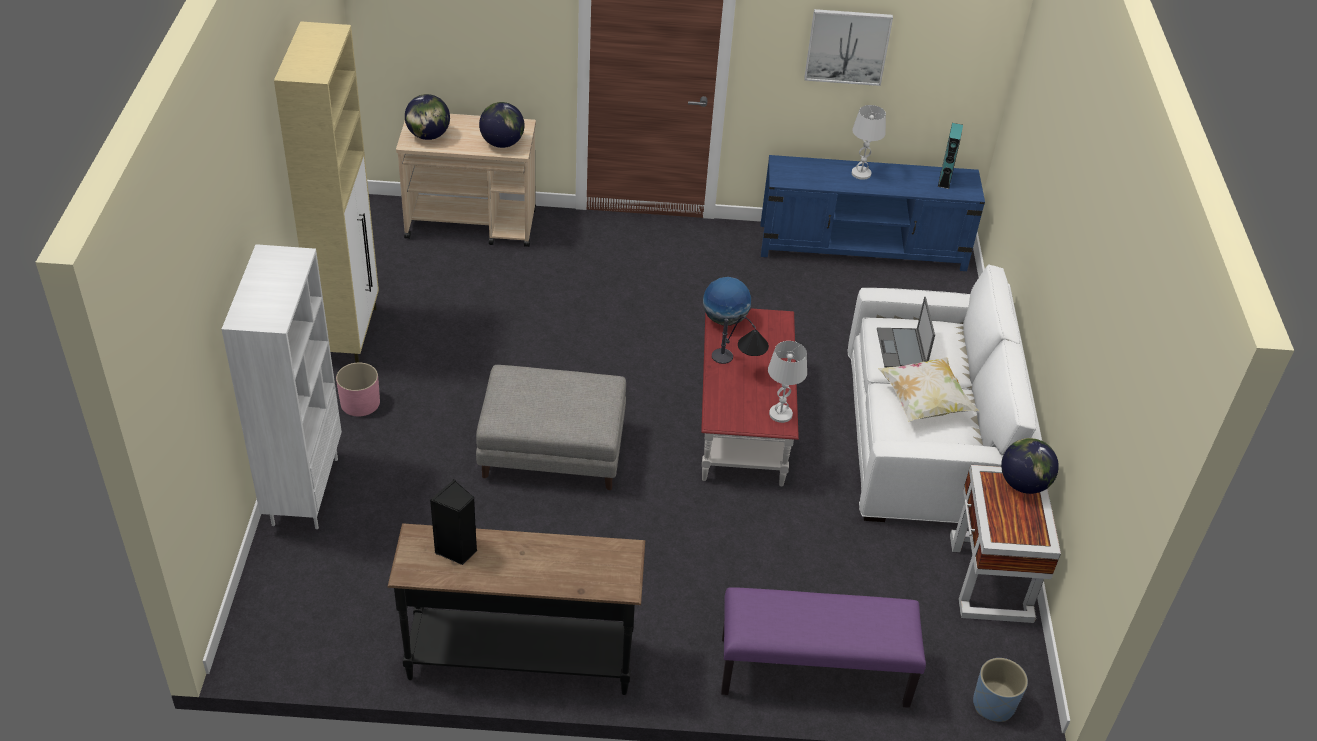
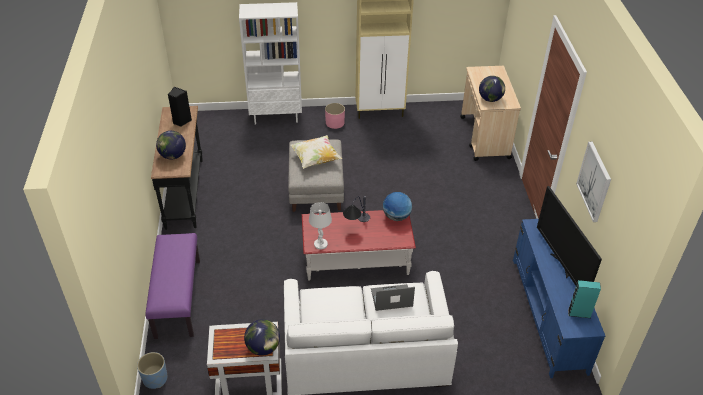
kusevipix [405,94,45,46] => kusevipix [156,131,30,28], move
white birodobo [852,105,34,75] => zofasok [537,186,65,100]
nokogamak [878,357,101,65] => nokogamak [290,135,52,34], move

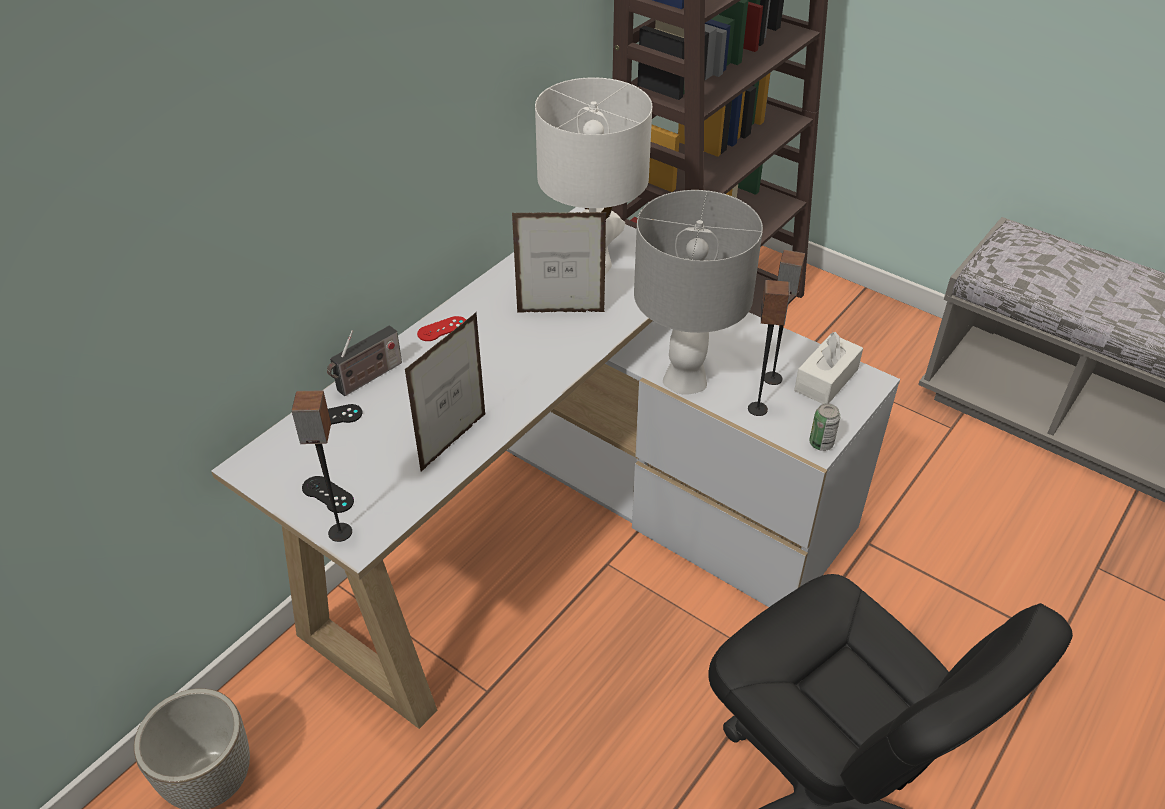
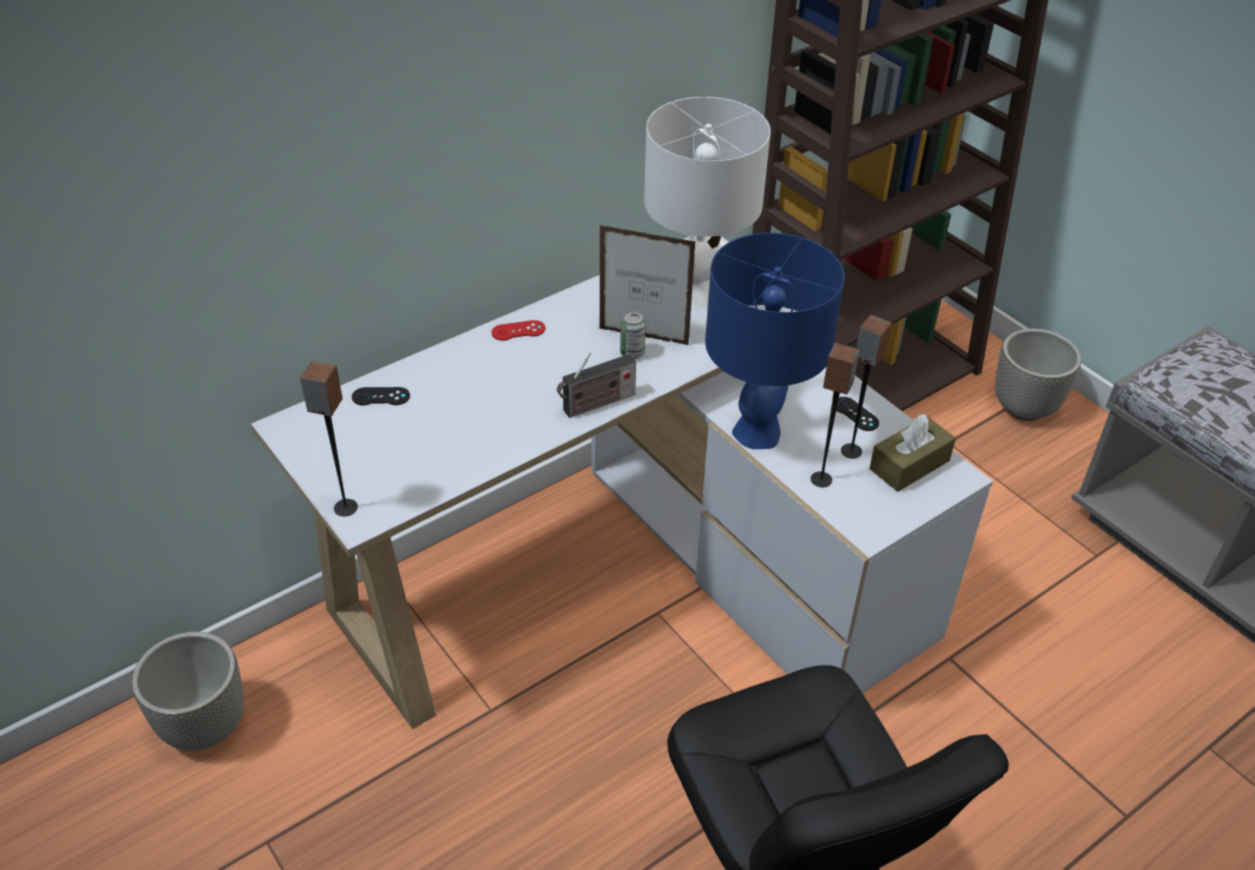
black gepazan [302,476,52,37] => black gepazan [836,397,43,34], move
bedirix [327,326,75,70] => bedirix [557,353,79,65], move
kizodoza [405,312,81,160] => nothing
grey birodobo [634,190,129,205] => blue birodobo [705,233,140,216]
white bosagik [794,332,69,72] => brown bosagik [869,414,87,78]
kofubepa [809,403,31,48] => kofubepa [620,311,26,49], move
nothing => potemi [995,328,87,93]

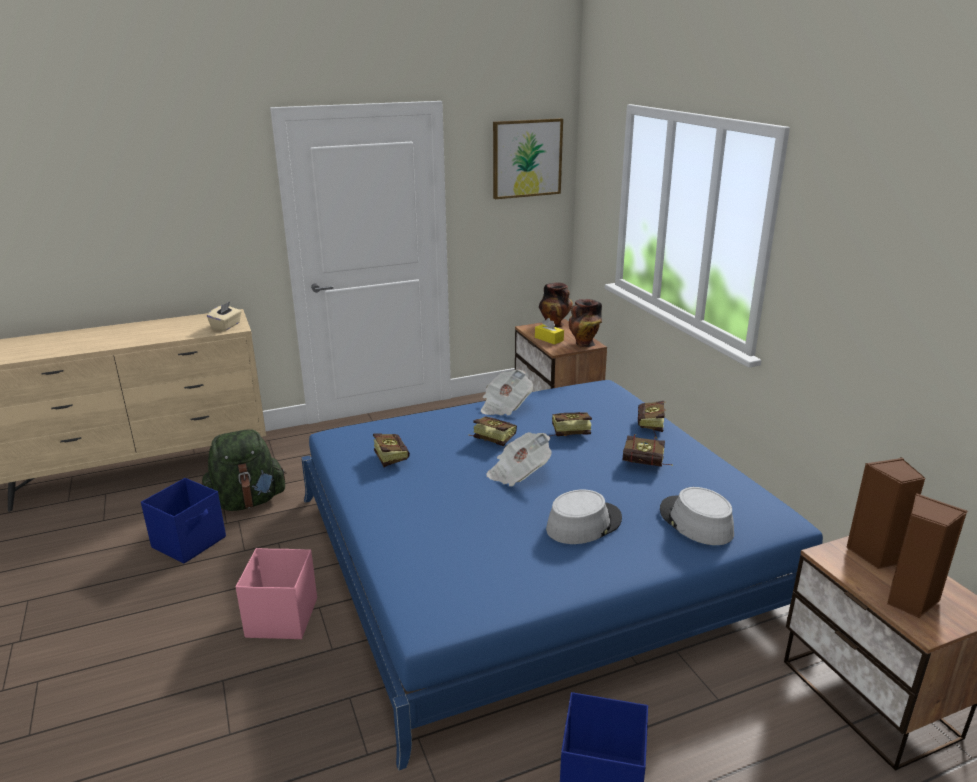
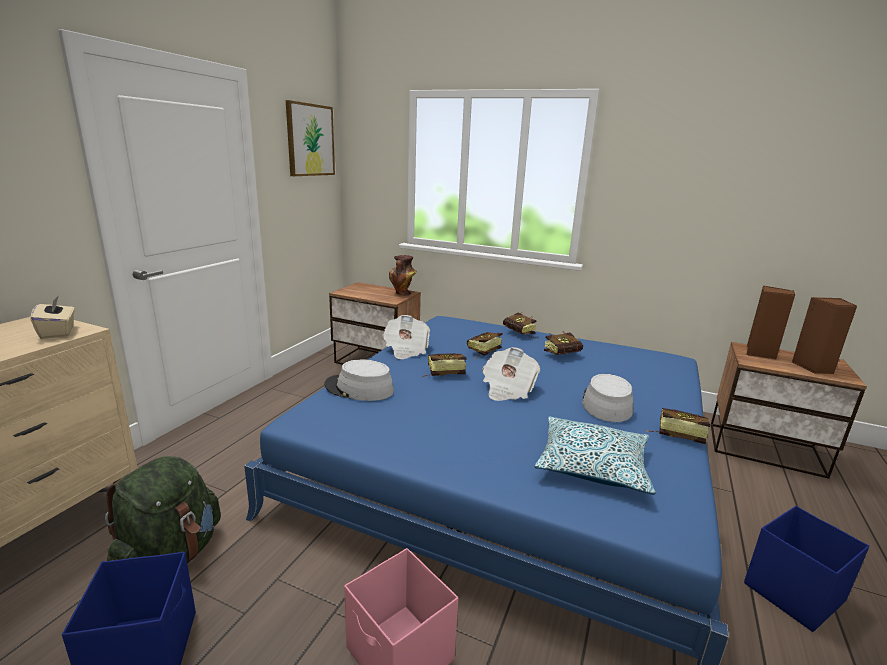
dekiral [373,434,37,33] => dekiral [647,408,63,36], move
yellow bosagik [535,318,29,27] => nothing
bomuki [539,283,34,44] => nothing
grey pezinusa [660,487,74,58] => grey pezinusa [324,359,70,42], move
nothing => nokogamak [534,416,121,79]

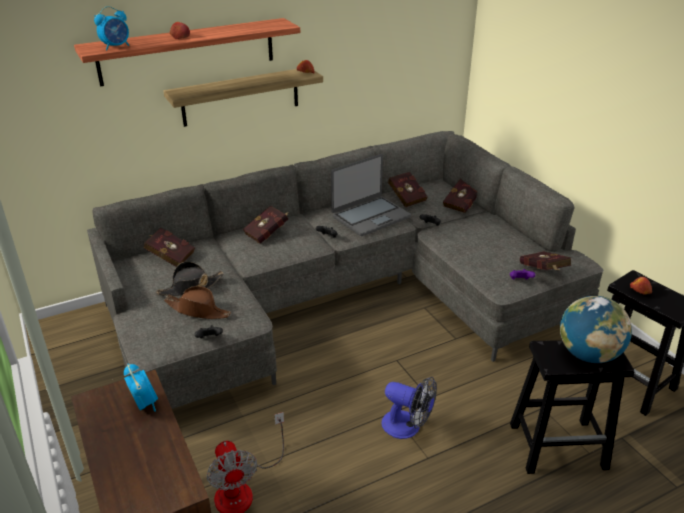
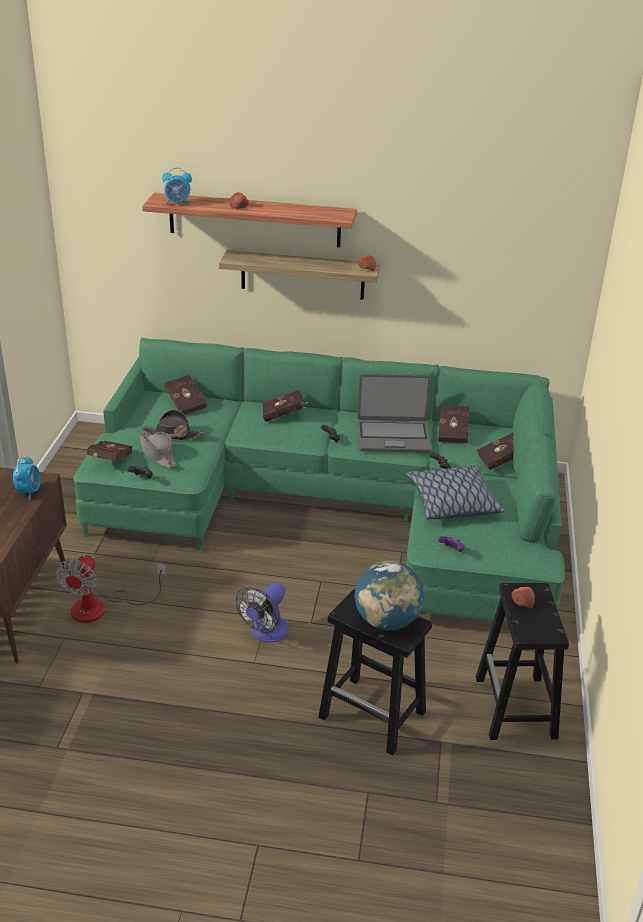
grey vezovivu [87,131,517,278] => green vezovivu [73,338,492,285]
brown pezinusa [164,286,67,33] => grey pezinusa [139,432,37,36]
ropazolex [382,377,55,62] => ropazolex [236,583,53,59], 60 degrees clockwise
red dekiral [520,251,51,19] => red dekiral [87,441,46,20], move
nothing => nokogamak [405,465,99,55]

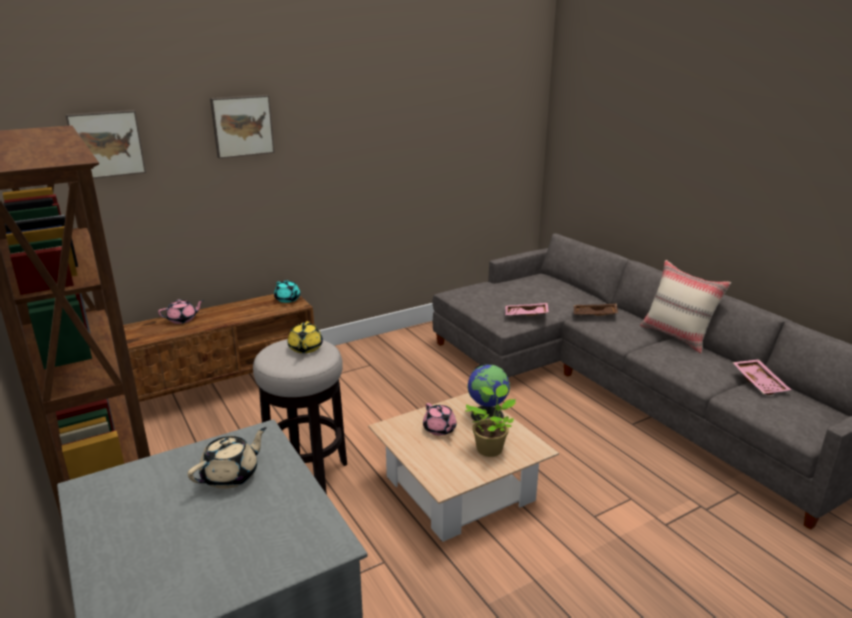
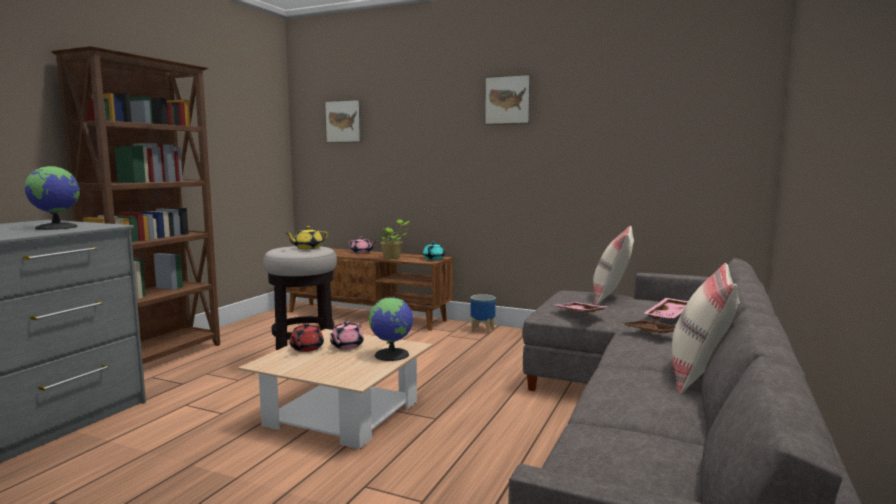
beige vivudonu [188,427,78,62] => kusevipix [25,166,55,64]
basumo [210,95,65,63] => basumo [484,74,48,51], move
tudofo [465,384,51,73] => tudofo [377,219,33,40], move
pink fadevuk [732,359,59,36] => pink fadevuk [644,298,44,21], move
nothing => red vivudonu [290,323,34,29]
nothing => potemi [470,294,26,40]
nothing => beige nokogamak [593,226,41,79]

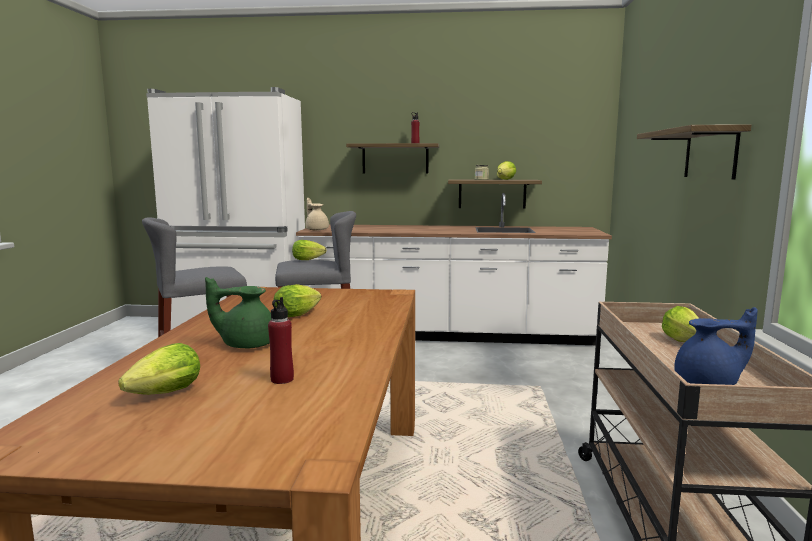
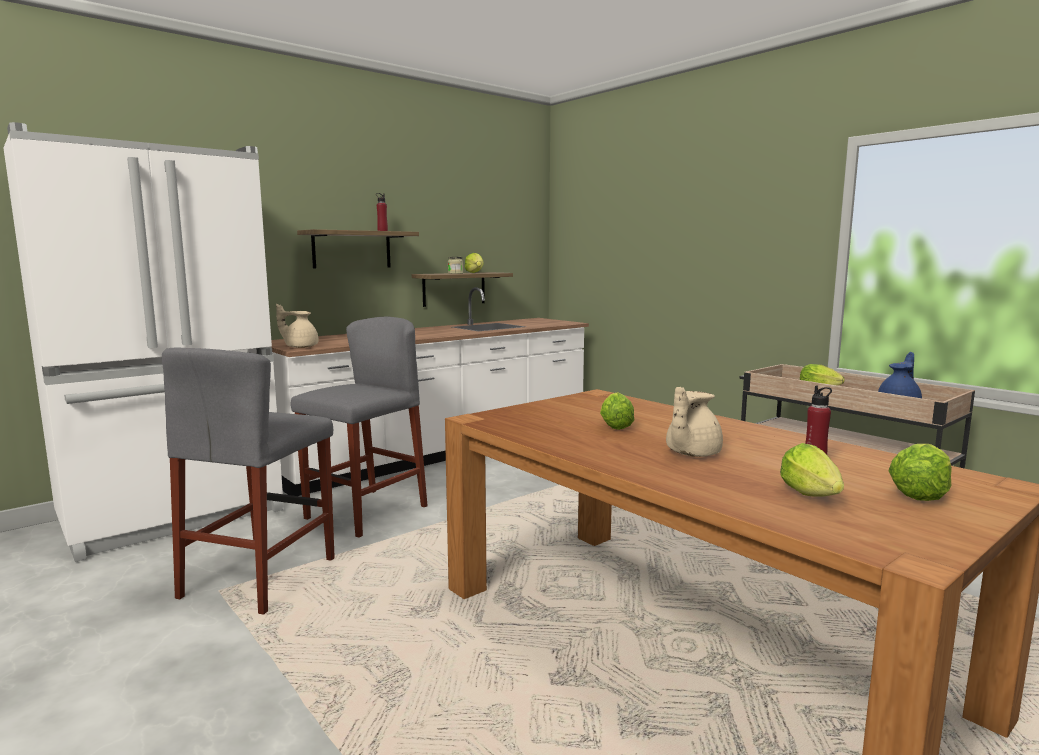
green vivudonu [205,277,66,71] => beige vivudonu [666,387,57,70]
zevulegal [292,240,34,20] => zevulegal [888,444,64,57], move
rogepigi [637,124,114,56] => nothing

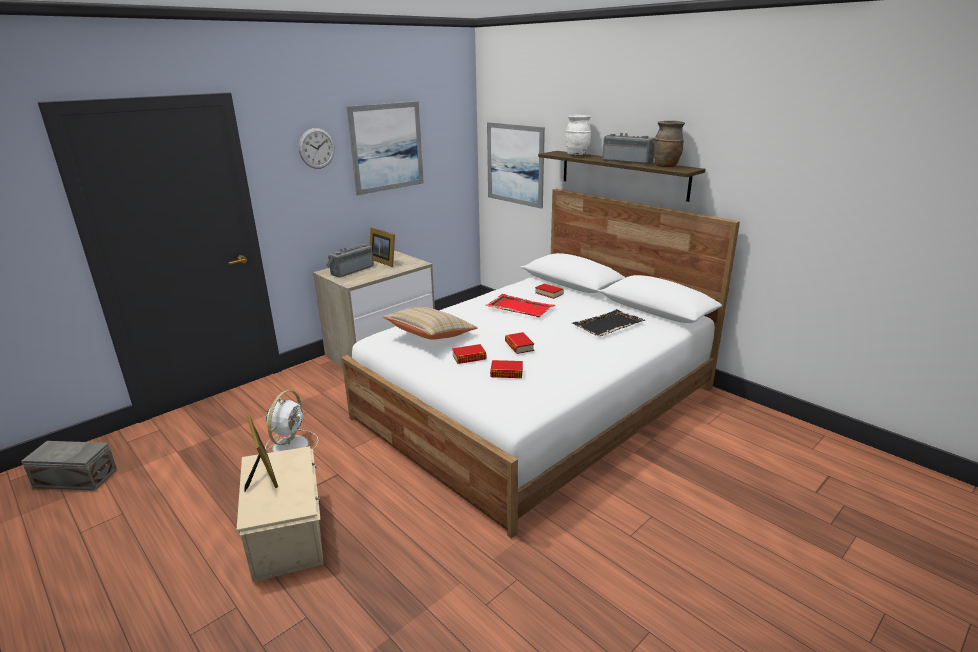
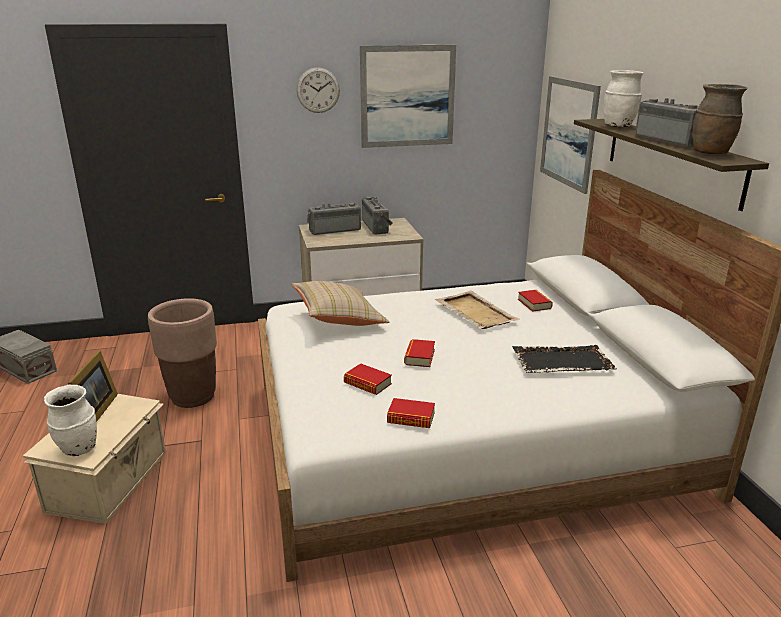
white ropazolex [265,390,54,62] => brown potemi [148,298,69,110]
kizodoza [370,228,25,39] => bedirix [362,197,31,37]
dekiral [452,344,35,20] => dekiral [387,398,48,30], move
red fadevuk [485,294,70,23] => beige fadevuk [435,291,85,38]
nothing => white bomuki [44,385,53,71]

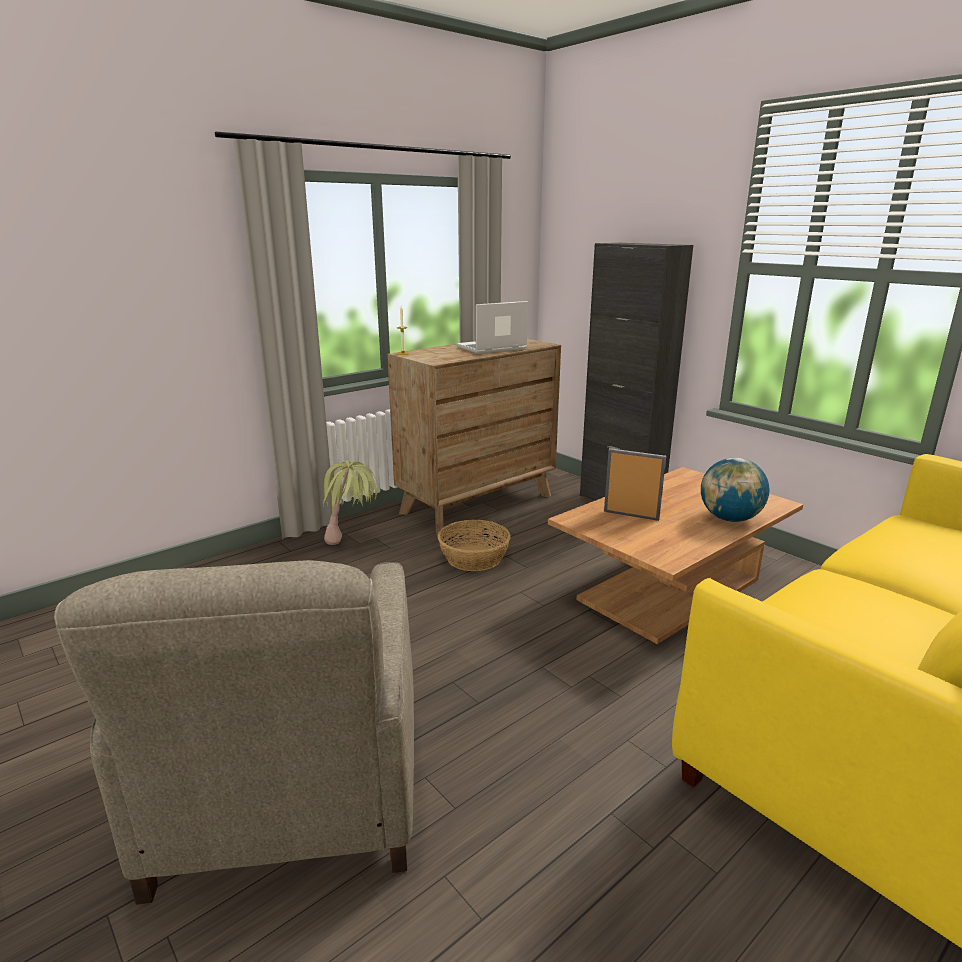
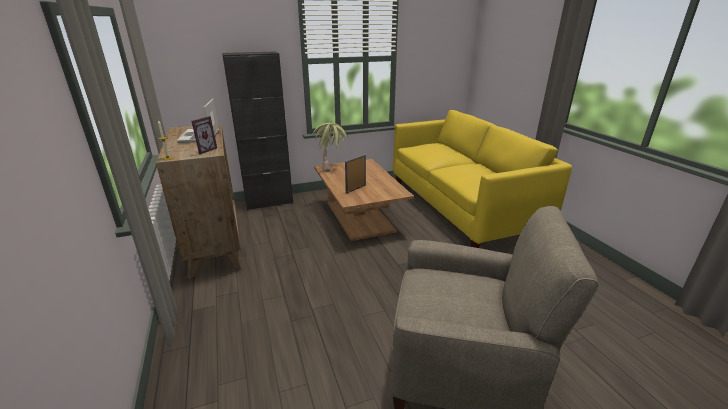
tudofo [323,460,54,85] => tudofo [312,122,36,50], move
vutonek [438,520,73,51] => nothing
kusevipix [701,457,69,65] => nothing
nothing => kizodoza [192,116,25,39]

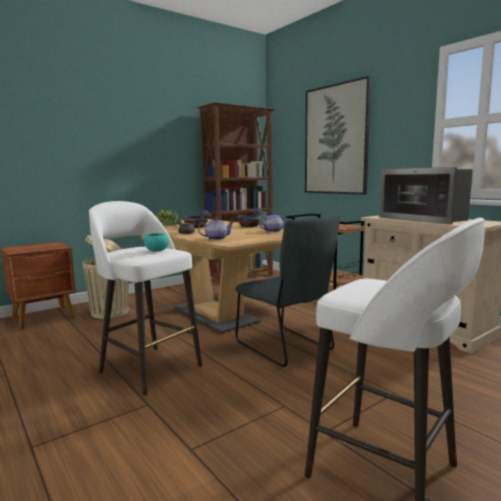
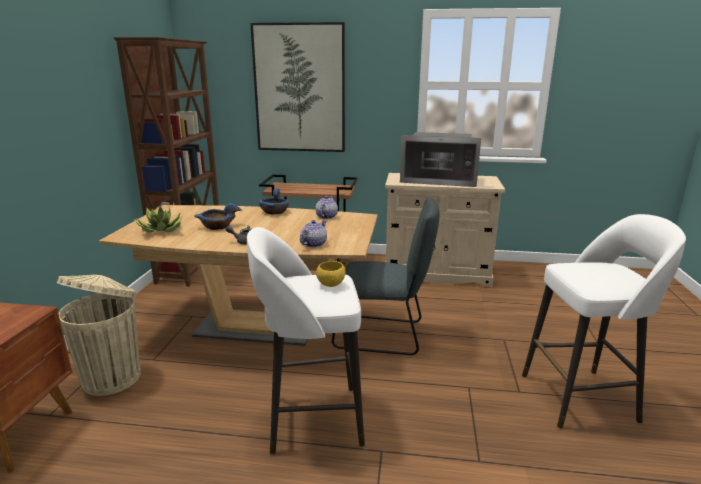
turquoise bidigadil [144,233,25,19] => yellow bidigadil [316,261,30,26]

